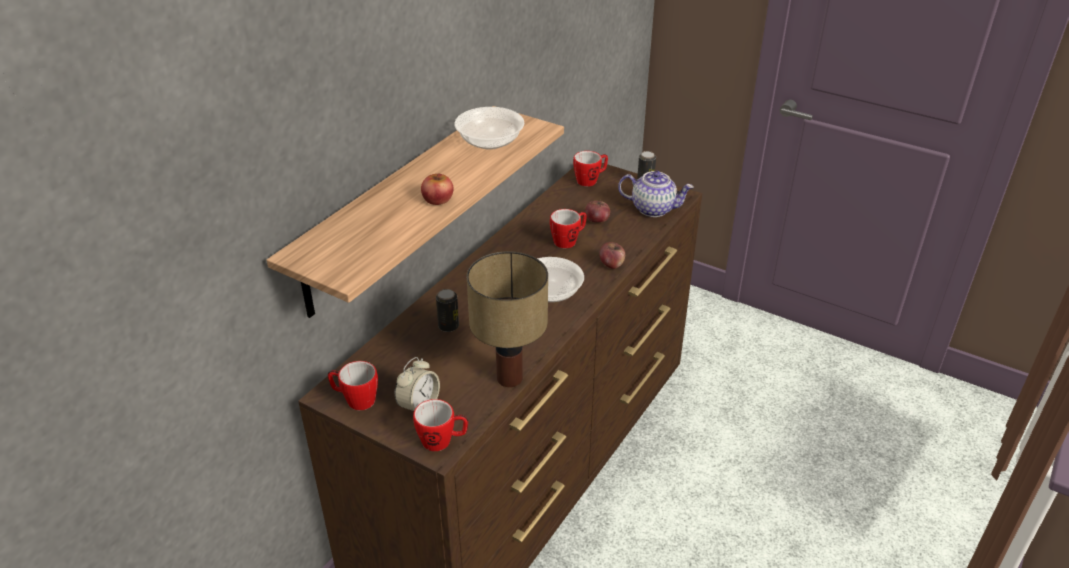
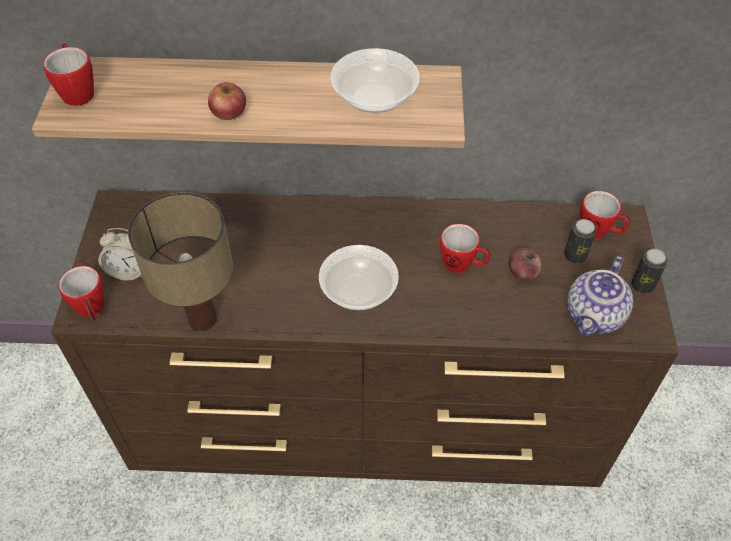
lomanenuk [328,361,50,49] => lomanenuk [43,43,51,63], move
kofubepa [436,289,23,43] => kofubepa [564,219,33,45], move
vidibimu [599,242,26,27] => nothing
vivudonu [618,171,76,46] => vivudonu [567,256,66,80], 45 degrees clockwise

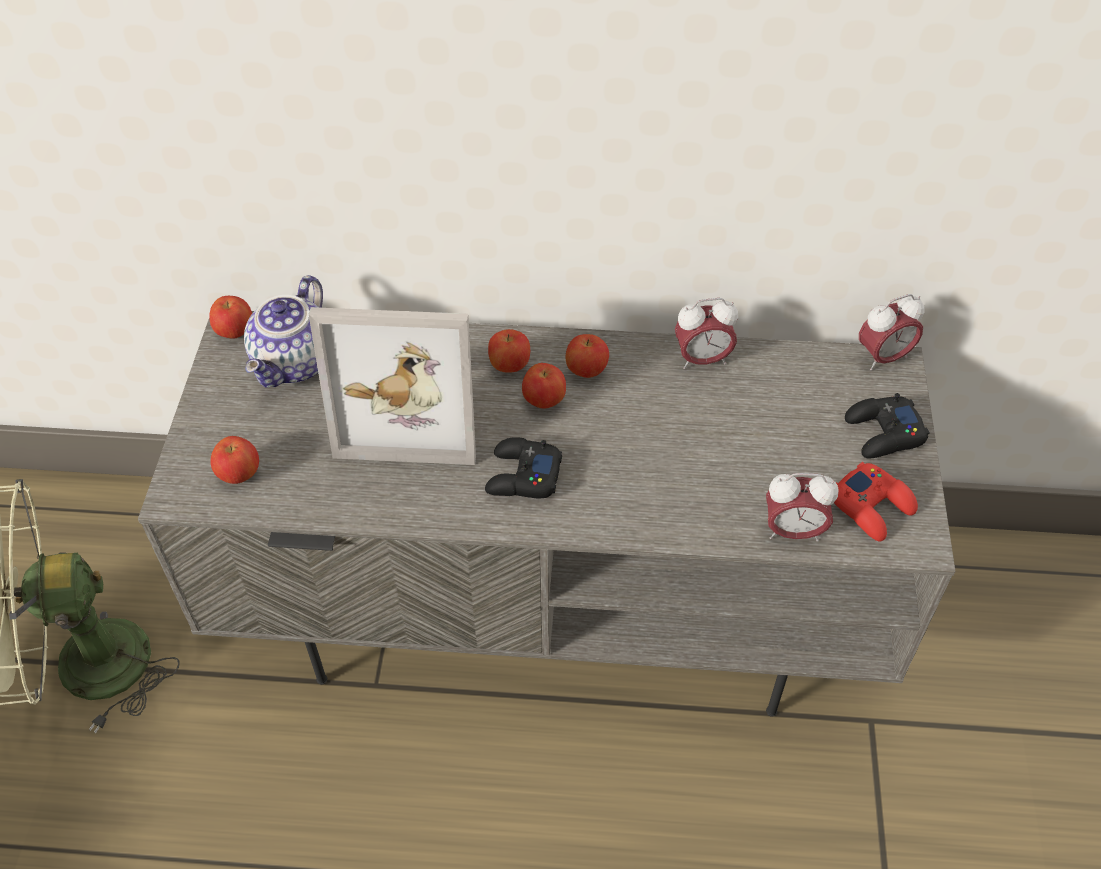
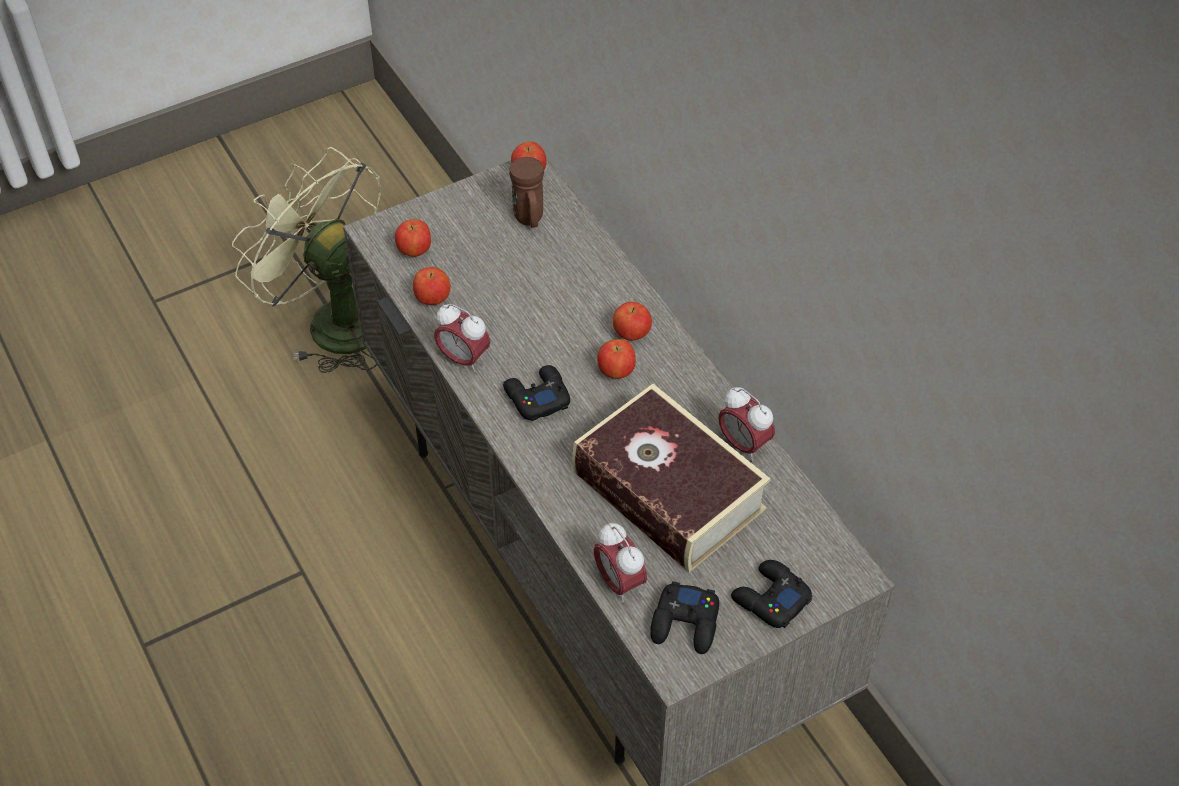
vivudonu [244,275,79,113] => brown lomanenuk [509,157,35,71]
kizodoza [309,307,167,158] => nothing
vidibimu [566,334,43,44] => vidibimu [413,267,38,38], move
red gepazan [834,462,84,79] => black gepazan [650,581,69,73]
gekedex [859,294,65,76] => gekedex [434,304,56,69], move
nothing => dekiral [572,384,199,188]

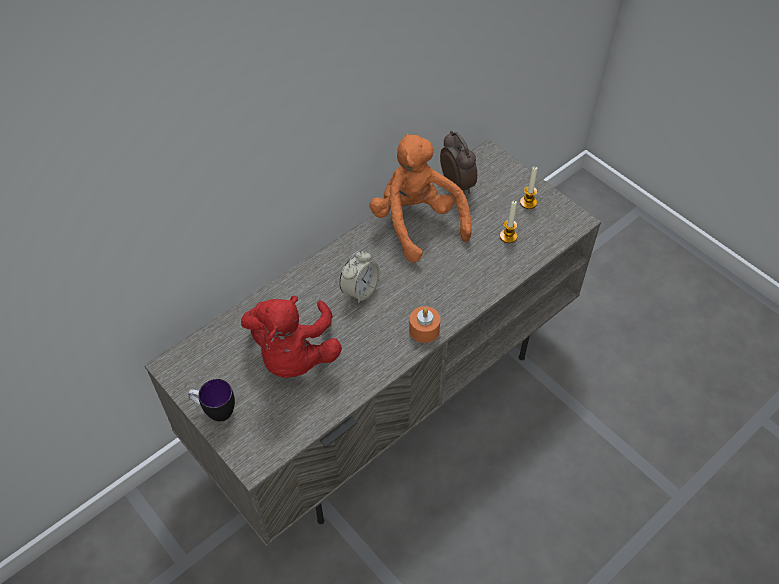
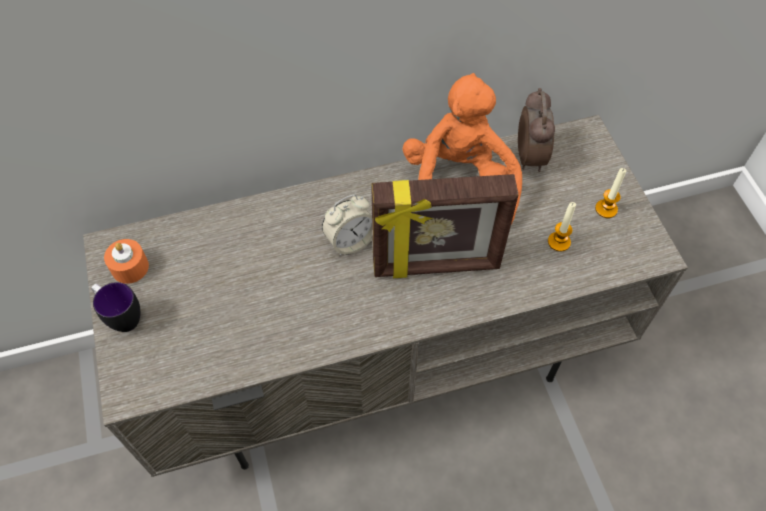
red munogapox [241,295,101,83] => nothing
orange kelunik [409,306,31,37] => orange kelunik [104,239,45,45], move
nothing => kizodoza [371,174,148,104]

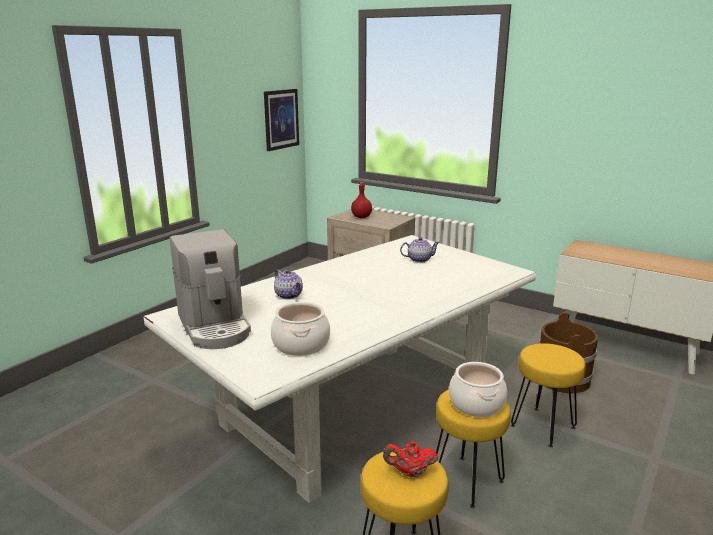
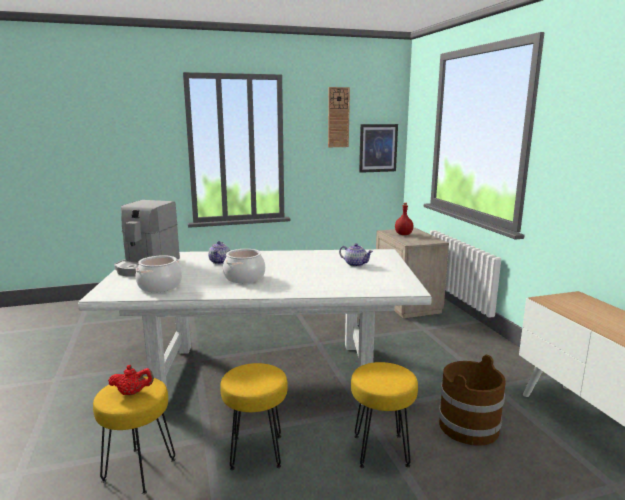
red vivudonu [383,441,55,36] => red vivudonu [108,365,46,30], 135 degrees clockwise
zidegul [449,362,58,55] => zidegul [223,249,42,34], move
nothing => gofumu [328,87,22,60]

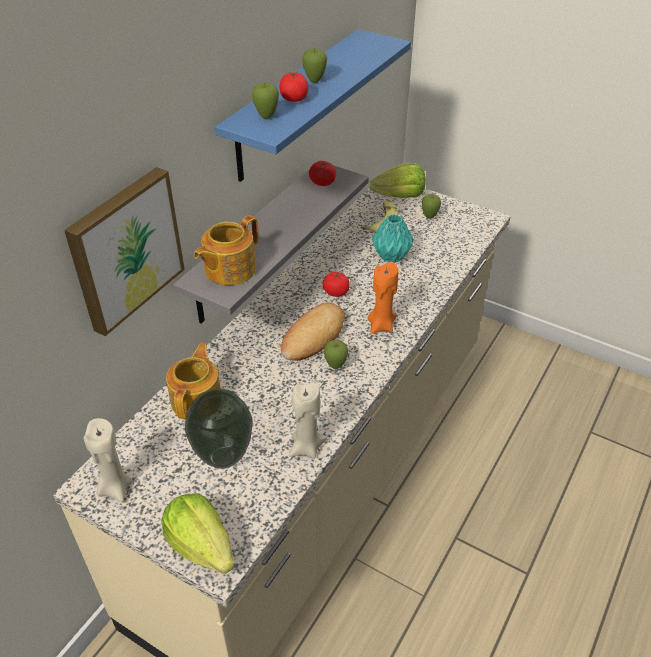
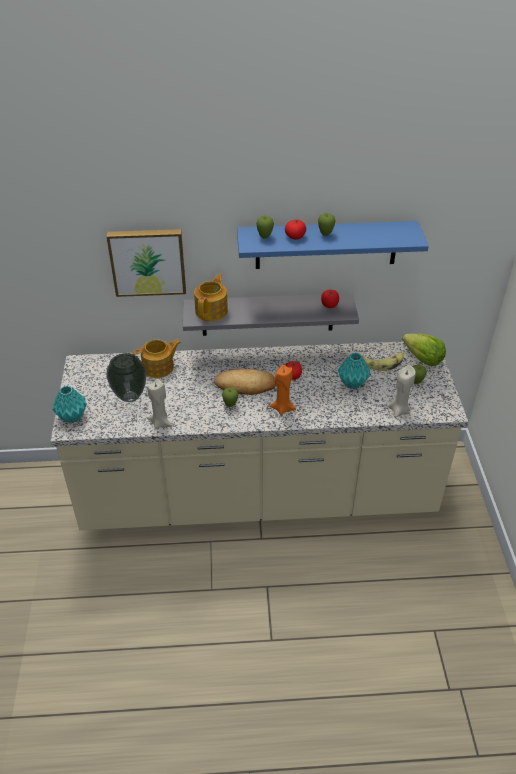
beige kelunik [84,418,49,84] => beige kelunik [389,365,27,52], move
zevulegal [161,493,73,81] => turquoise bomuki [52,386,35,37]
vivudonu [194,215,65,70] => vivudonu [194,274,34,47], 105 degrees clockwise

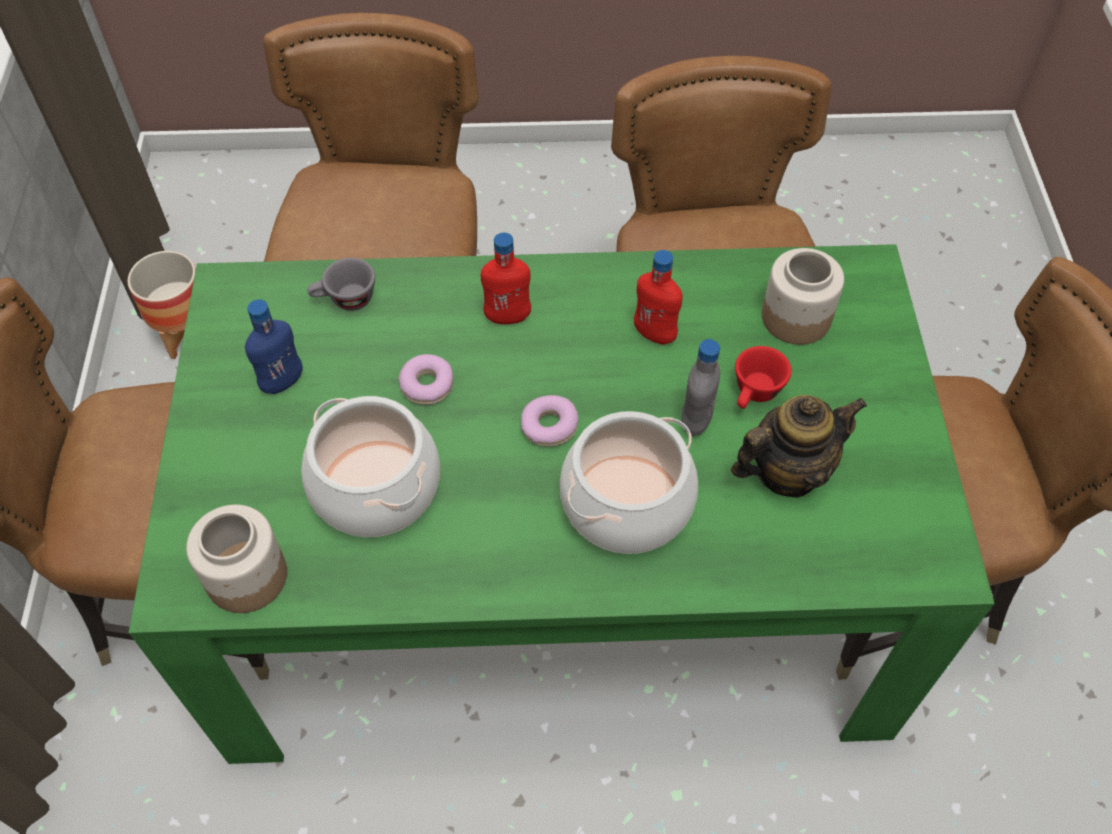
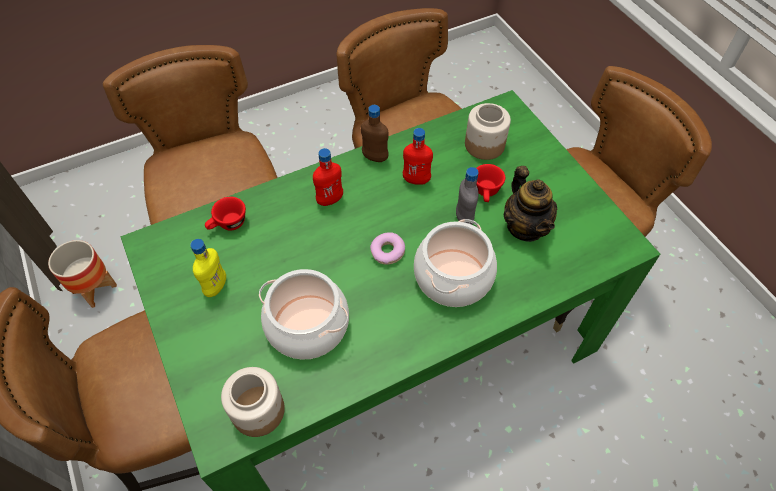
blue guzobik [245,299,58,95] => yellow guzobik [190,239,36,58]
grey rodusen [307,258,68,53] => red rodusen [205,197,41,34]
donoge [399,354,54,51] => nothing
vivudonu [731,395,136,103] => vivudonu [503,166,54,76], 120 degrees clockwise
nothing => brown guzobik [361,105,28,57]

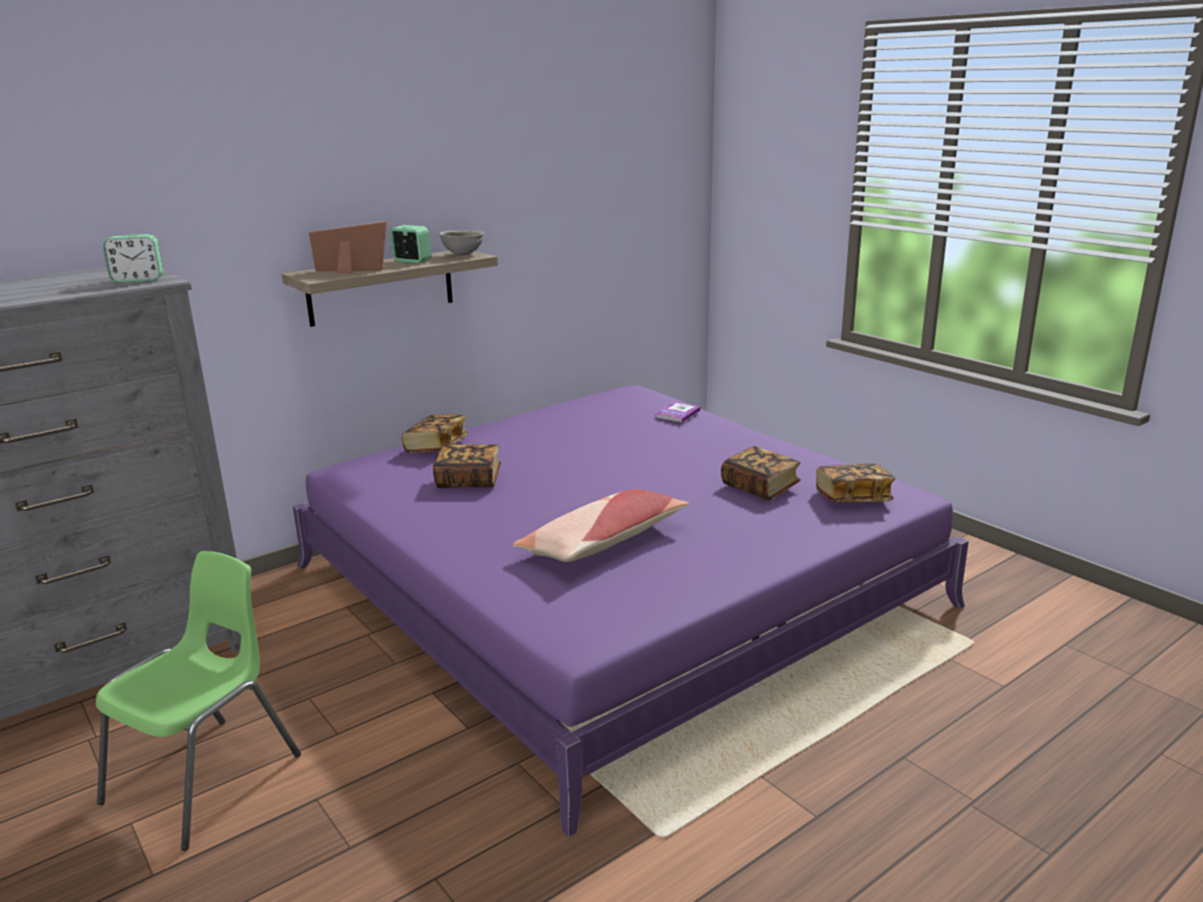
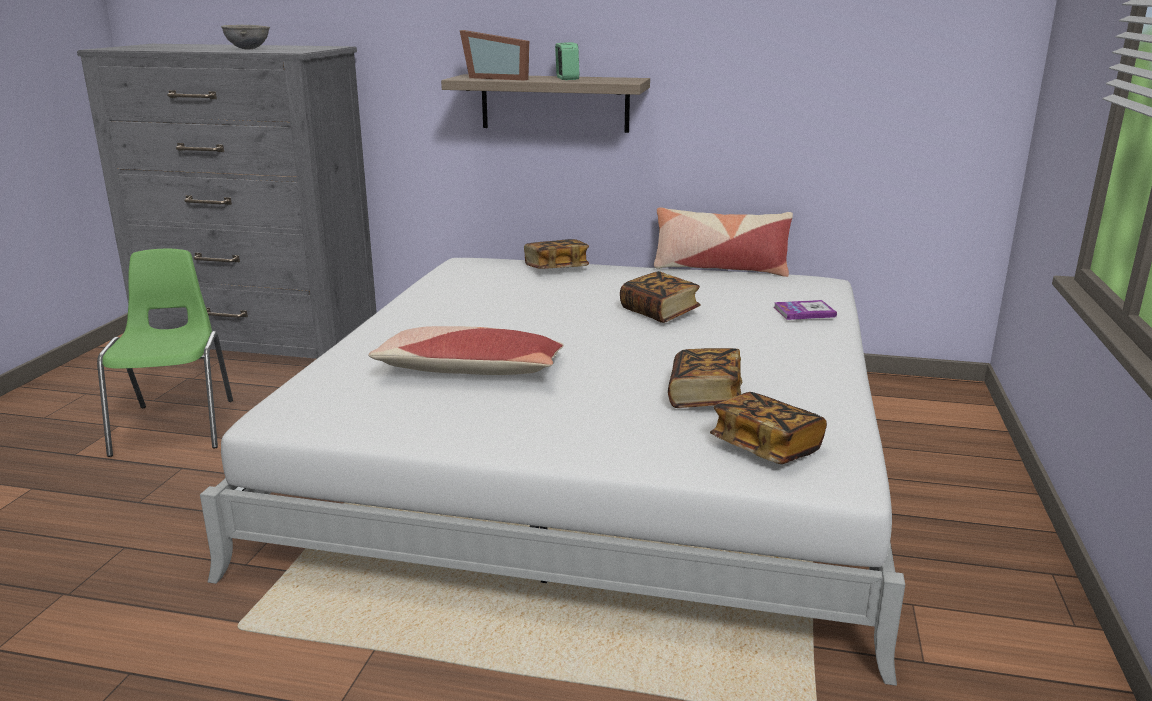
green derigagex [96,551,205,300] => green derigagex [97,249,136,208], 90 degrees counterclockwise
gekedex [103,234,60,49] => nothing
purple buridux [293,385,676,452] => white buridux [200,258,705,428]
kizodoza [309,221,78,53] => kizodoza [460,30,69,51], 150 degrees clockwise
dekiral [433,444,68,44] => dekiral [620,271,81,52], move
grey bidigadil [439,230,45,25] => grey bidigadil [221,25,49,24], move
nothing => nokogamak [654,207,139,70]

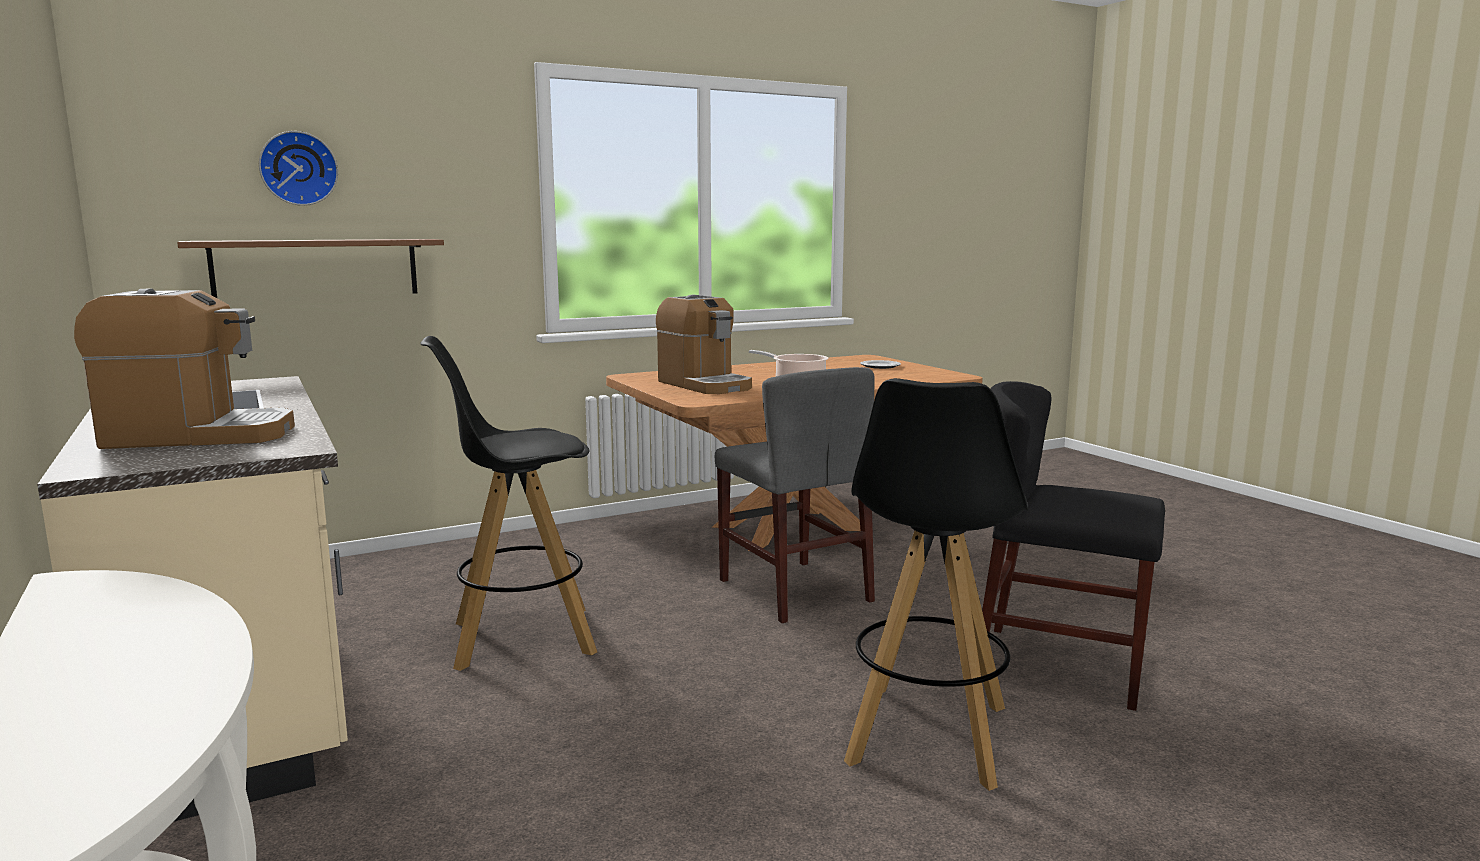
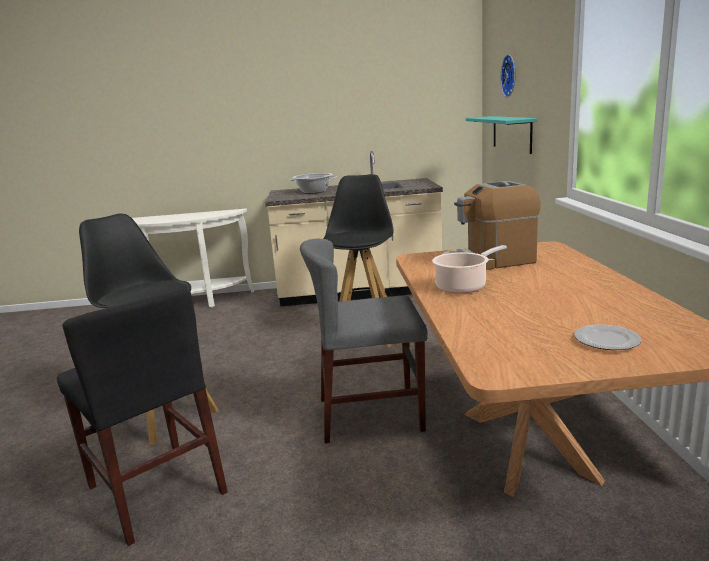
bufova [74,289,221,160] => zidegul [289,173,48,21]
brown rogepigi [177,239,267,59] => turquoise rogepigi [466,116,72,38]
black derigagex [982,381,183,330] => black derigagex [57,288,171,258], 90 degrees clockwise

